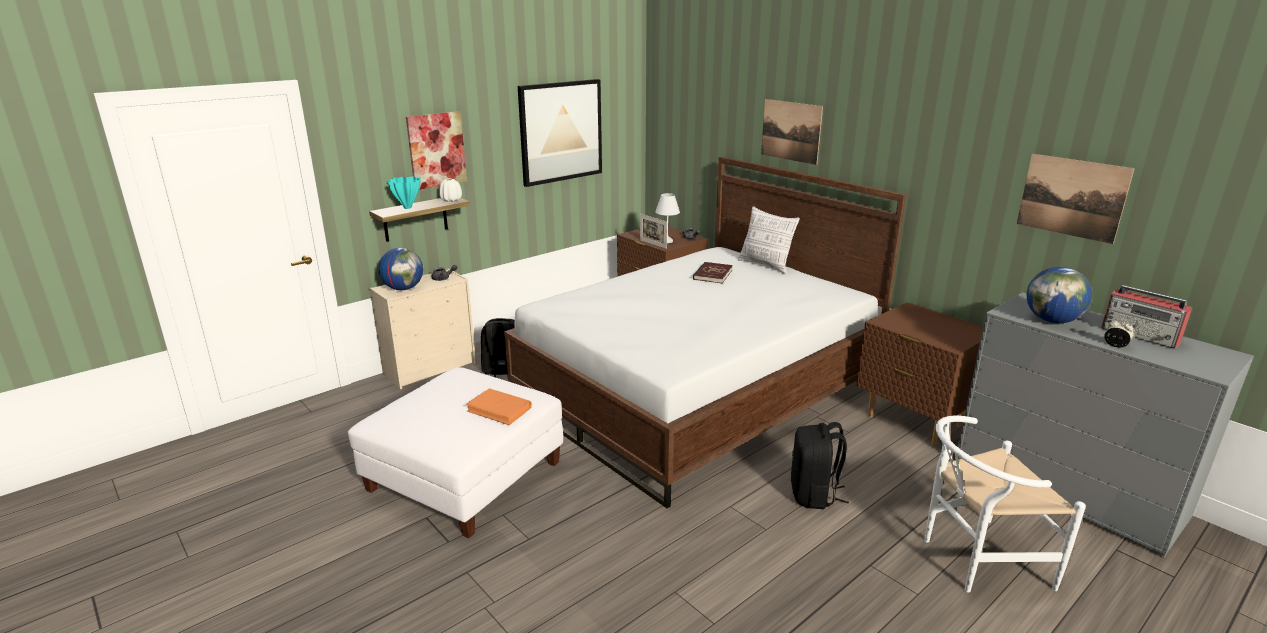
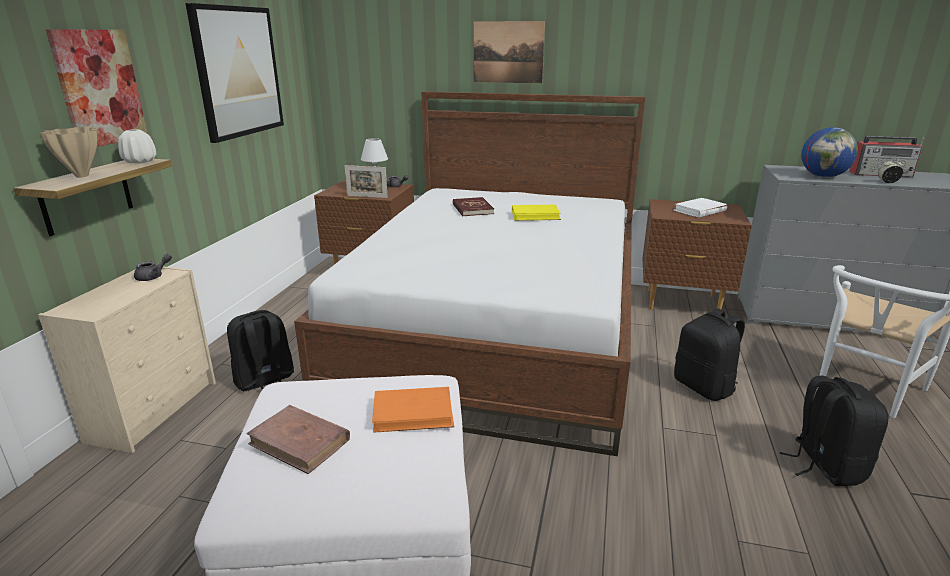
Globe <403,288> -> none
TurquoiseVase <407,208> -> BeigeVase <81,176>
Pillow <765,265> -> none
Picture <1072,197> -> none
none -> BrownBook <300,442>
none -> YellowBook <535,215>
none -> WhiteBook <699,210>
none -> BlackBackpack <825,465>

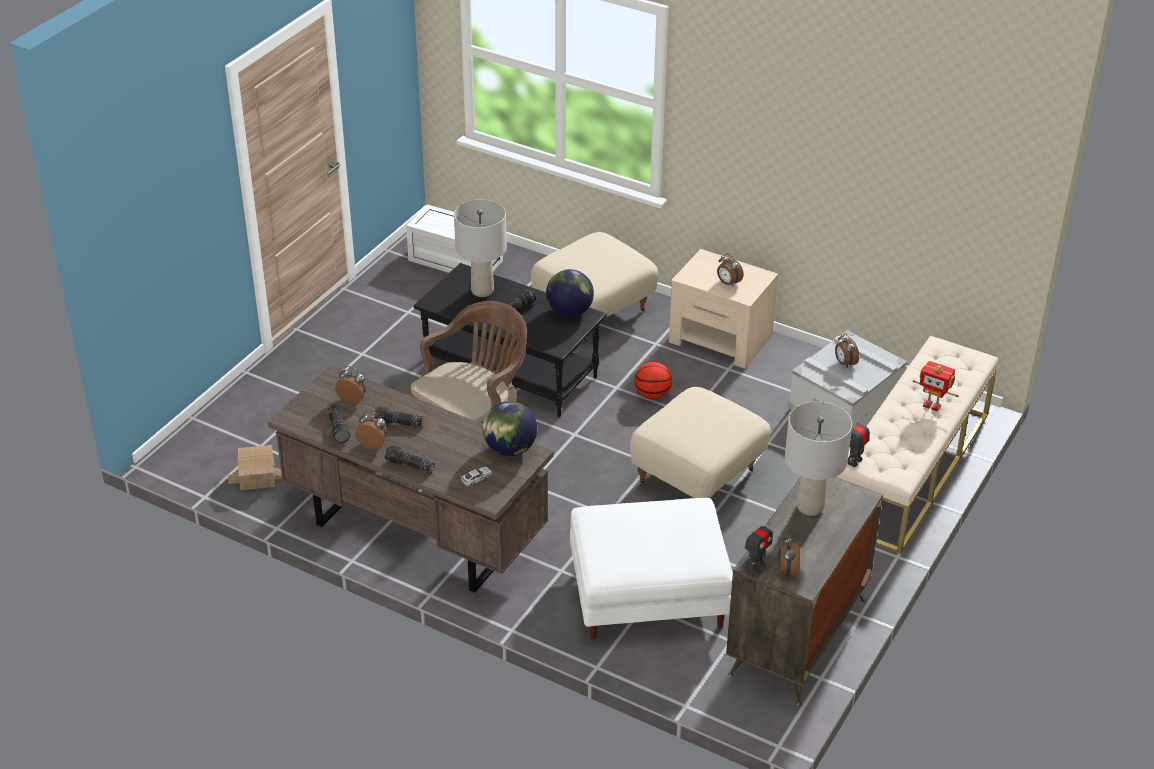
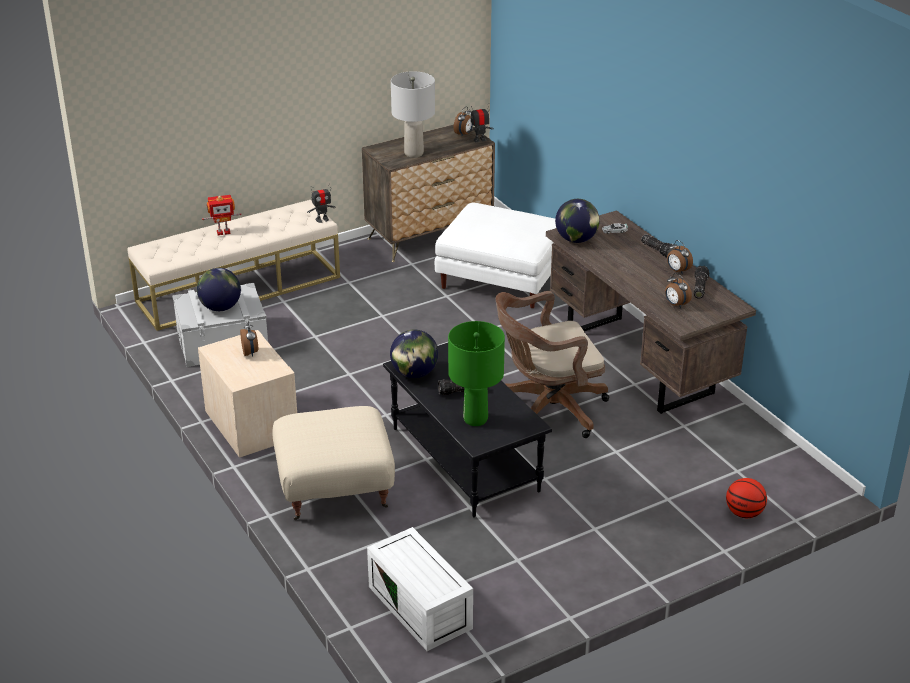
ToyHouse <257,476> -> none
Flashlight <399,424> -> none
GreyTableLamp <482,291> -> GreenTableLamp <476,419>
BeigeOttoman <696,478> -> none
Basketball <652,395> -> Basketball <744,513>, shifted
AlarmClock <844,363> -> Globe <220,307>
ToyRobot <932,405> -> ToyRobot <223,232>, 105 degrees clockwise

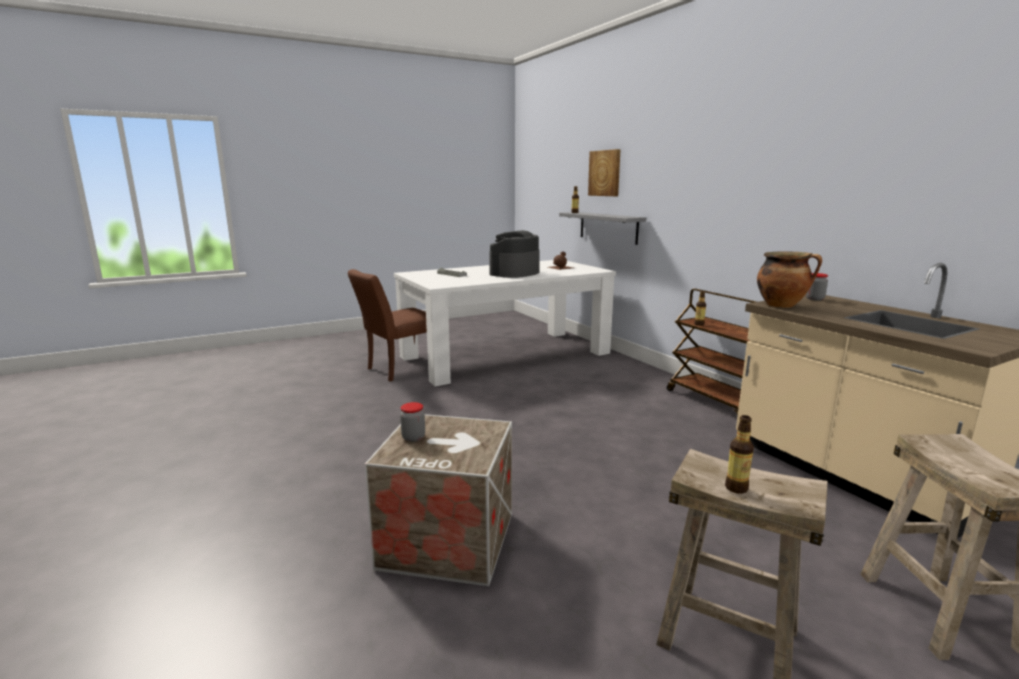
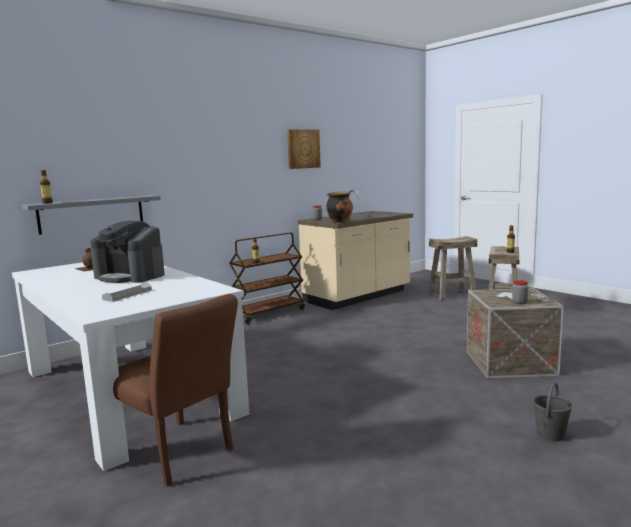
Picture <605,173> -> Picture <303,149>, shifted
none -> GreyBucket <550,435>

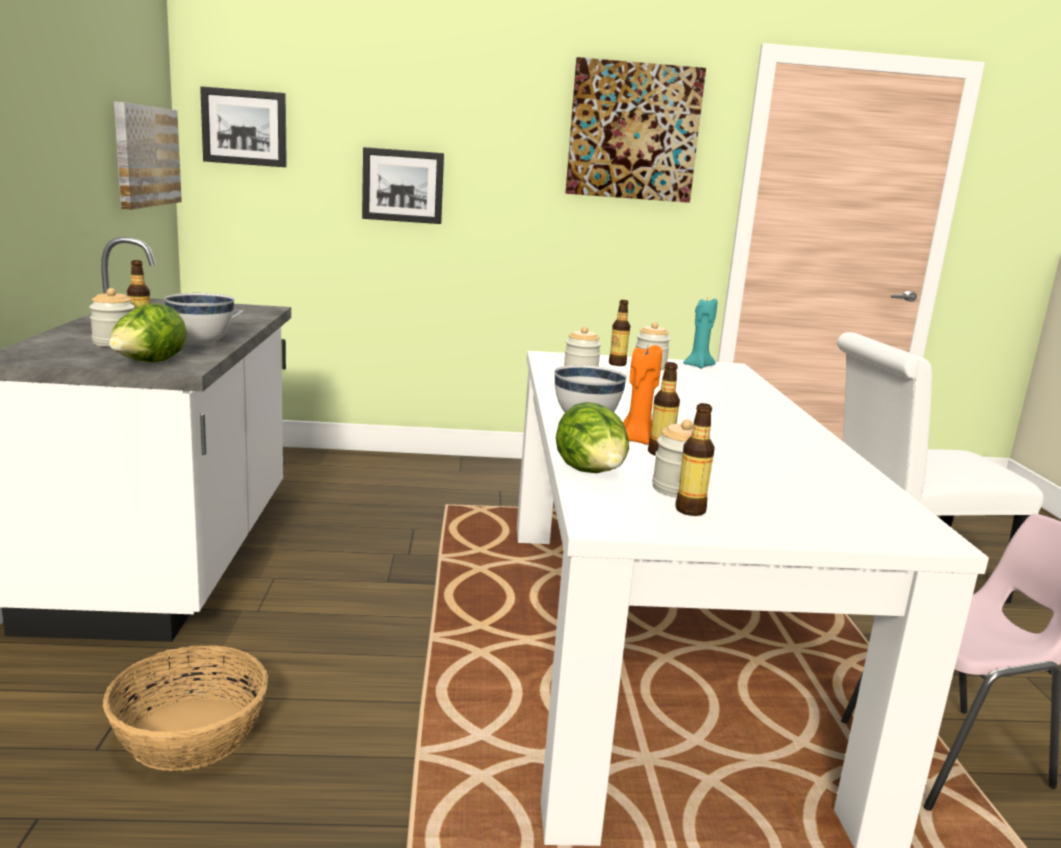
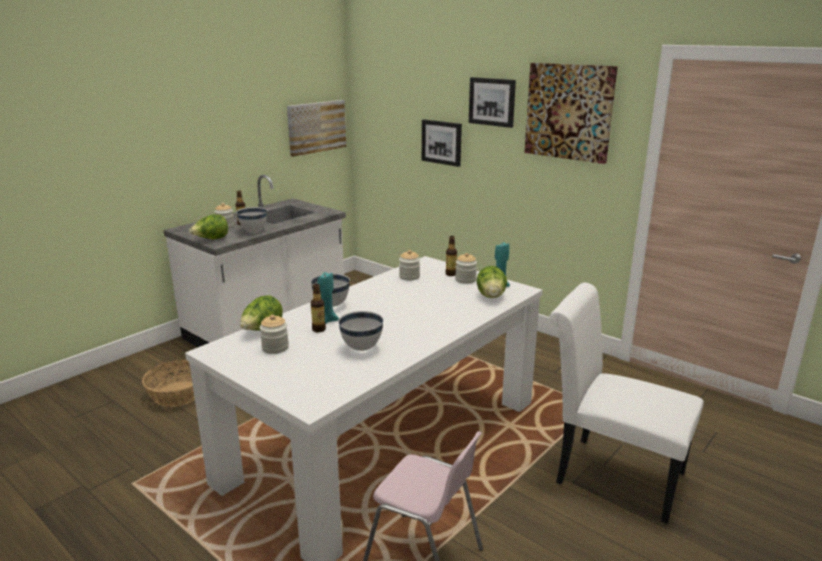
Picture <245,127> -> Picture <492,102>, shifted
OrangeCandle <636,440> -> TurquoiseCandle <327,320>
Bottle <690,510> -> none
none -> WhiteBowl <361,348>
none -> Lettuce <491,296>

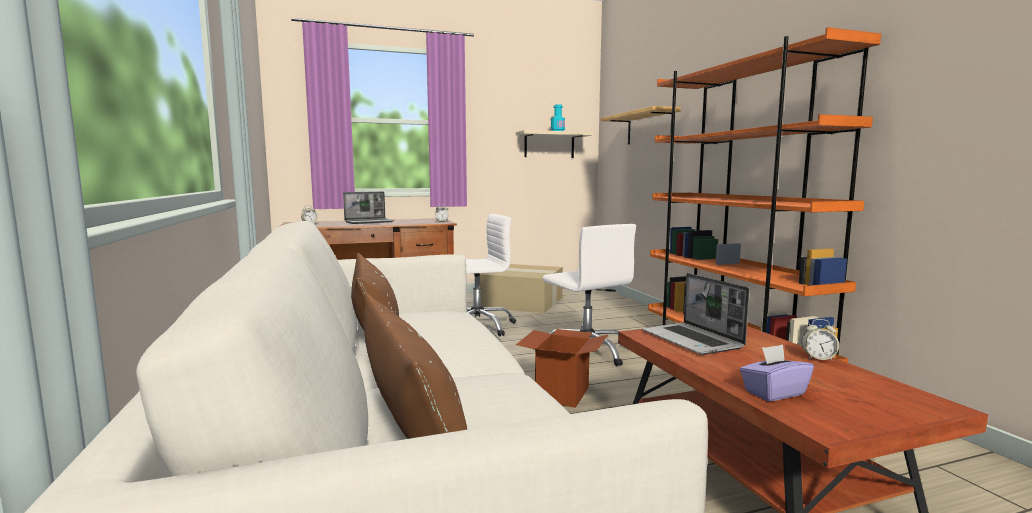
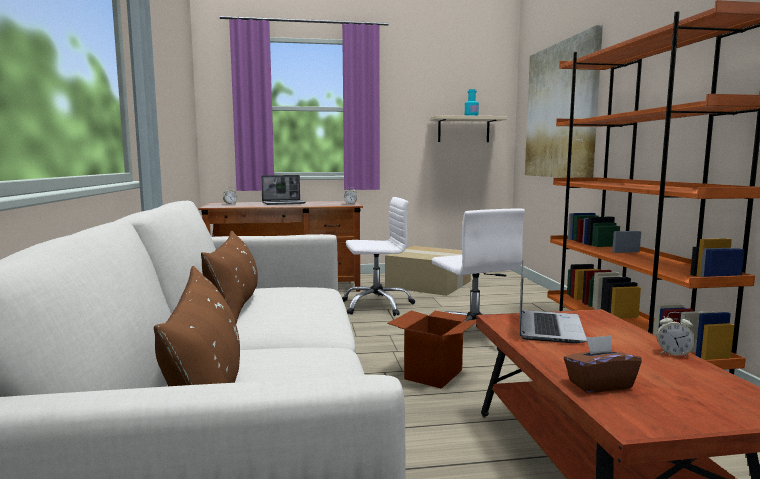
Shelf <649,127> -> Picture <561,111>
Laptop <693,340> -> Laptop <548,328>, 150 degrees counterclockwise
PurpleTissueBox <773,393> -> BrownTissueBox <599,384>

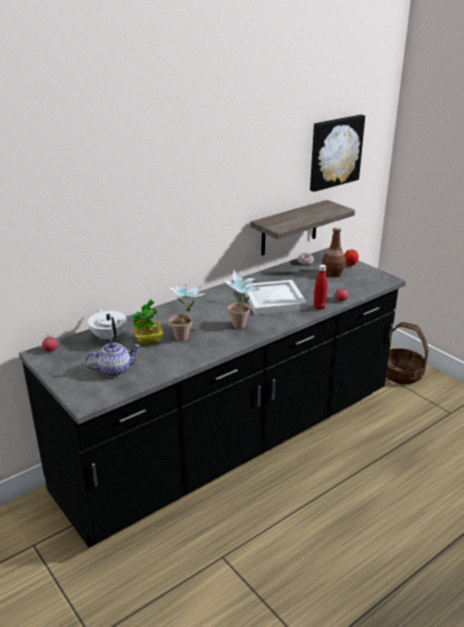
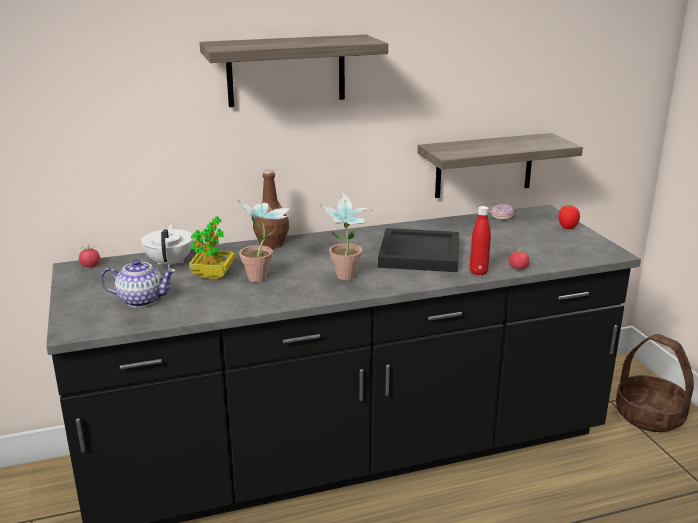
WhiteTray <275,300> -> BlackTray <420,254>
Picture <334,152> -> none
BrownBottle <333,274> -> BrownBottle <271,243>, shifted
none -> Shelf <286,70>

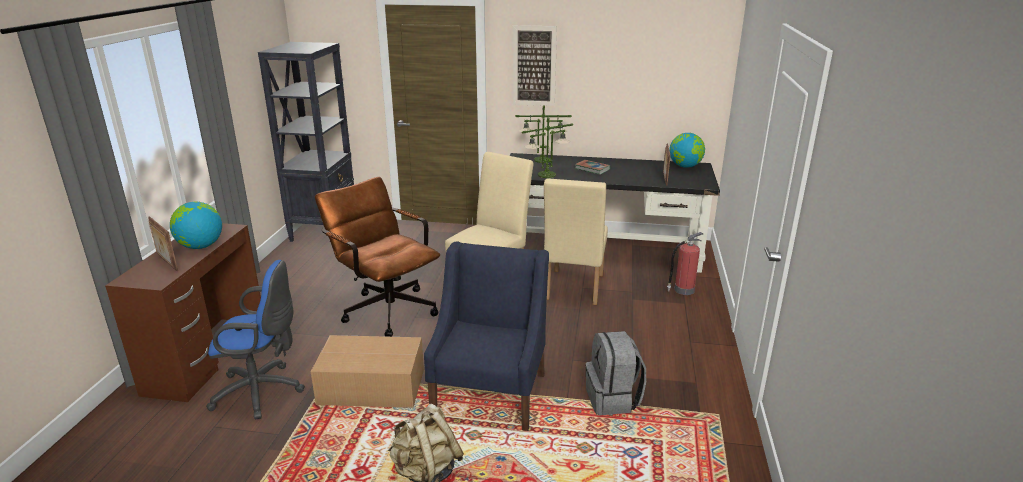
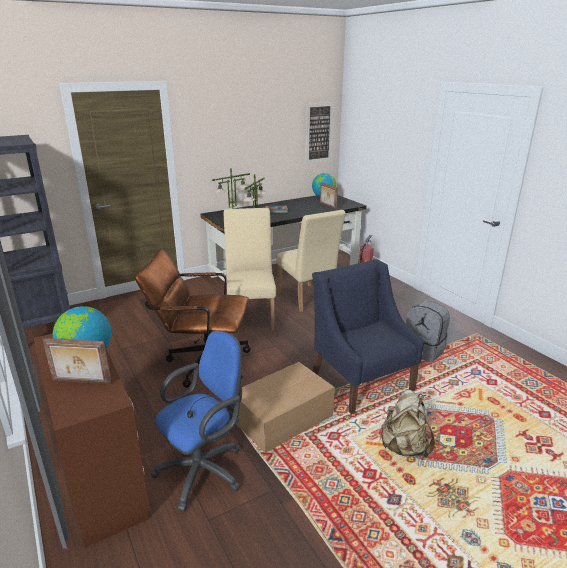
Picture <534,66> -> Picture <319,133>, shifted

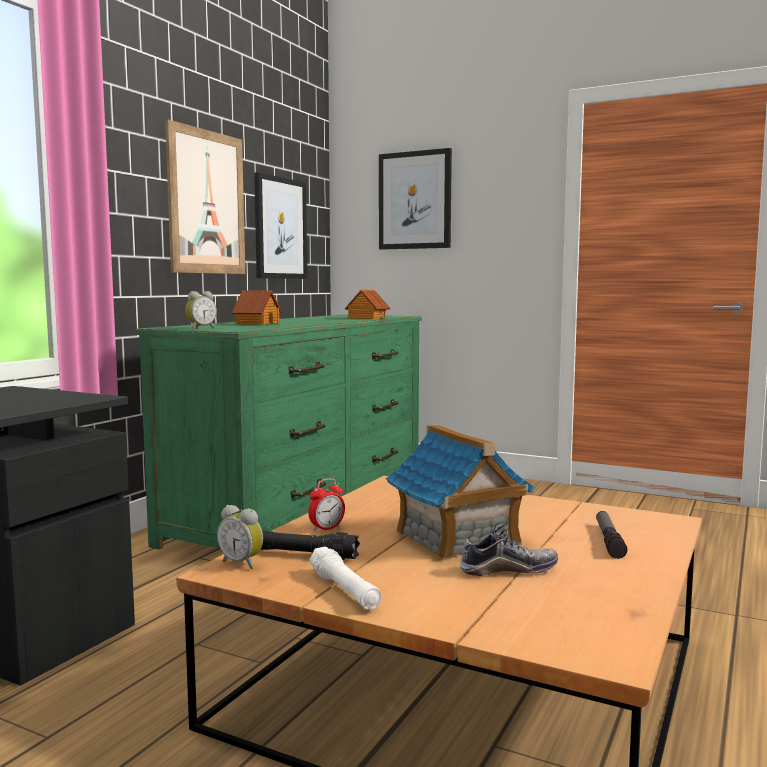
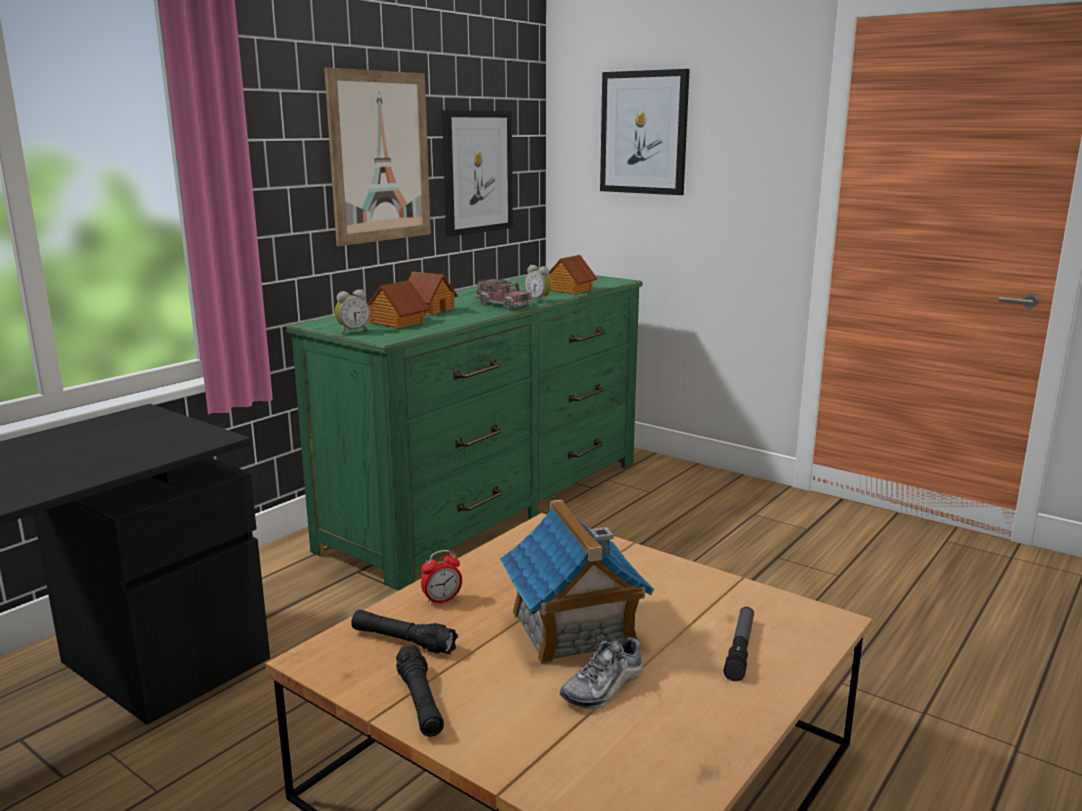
AlarmClock <242,563> -> AlarmClock <539,301>, shifted
WhiteFlashlight <344,590> -> BlackFlashlight <420,701>
Shoe <508,570> -> Shoe <603,687>, 135 degrees clockwise
none -> ToyHouse <396,322>
none -> ToyTruck <503,305>

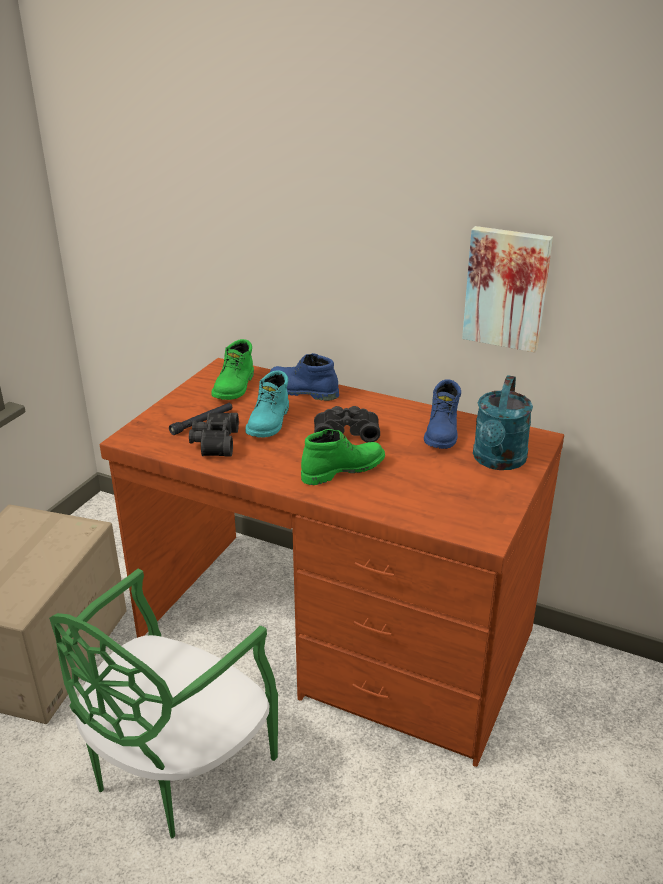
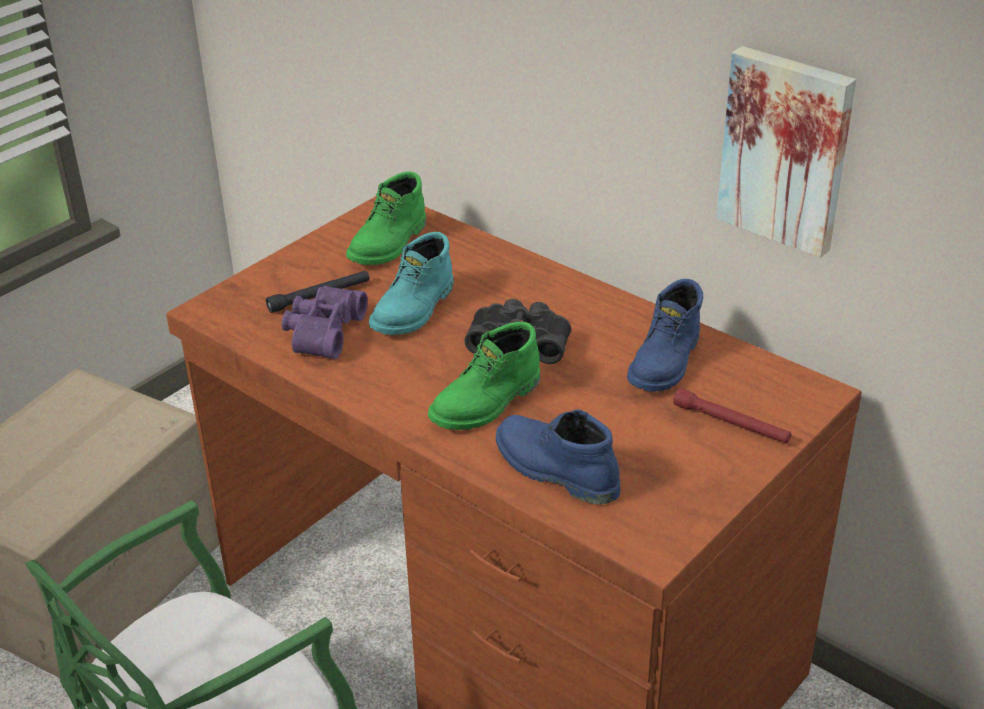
BlackBinoculars <213,442> -> PurpleBinoculars <322,332>
BlueBoot <301,391> -> BlueBoot <554,470>, shifted
GreenBoot <342,469> -> GreenBoot <487,403>, 150 degrees clockwise
TurquoiseWateringCan <498,461> -> RedFlashlight <731,424>

